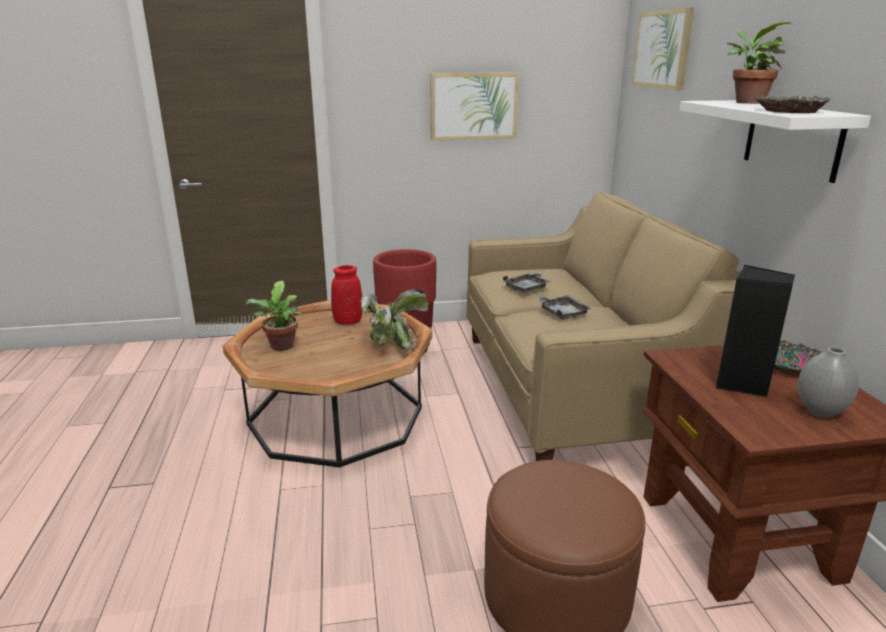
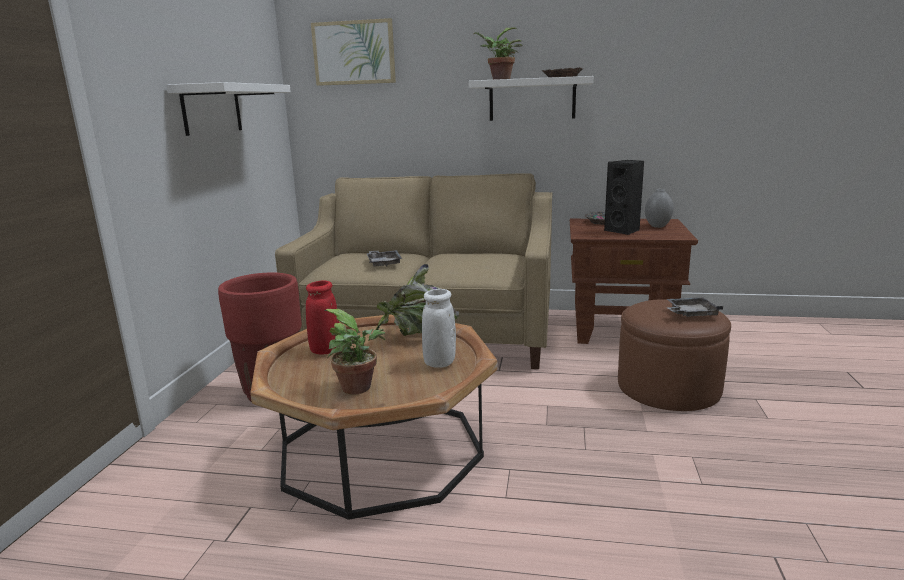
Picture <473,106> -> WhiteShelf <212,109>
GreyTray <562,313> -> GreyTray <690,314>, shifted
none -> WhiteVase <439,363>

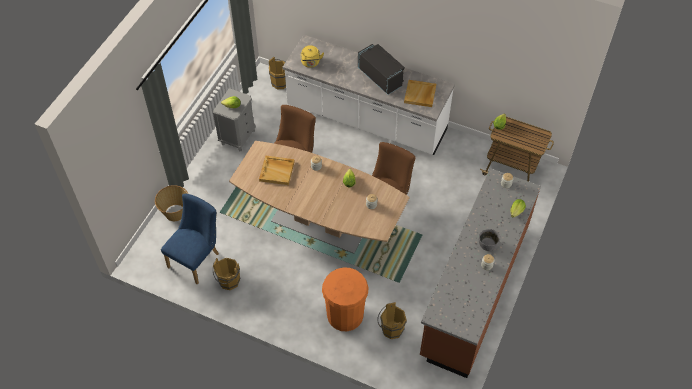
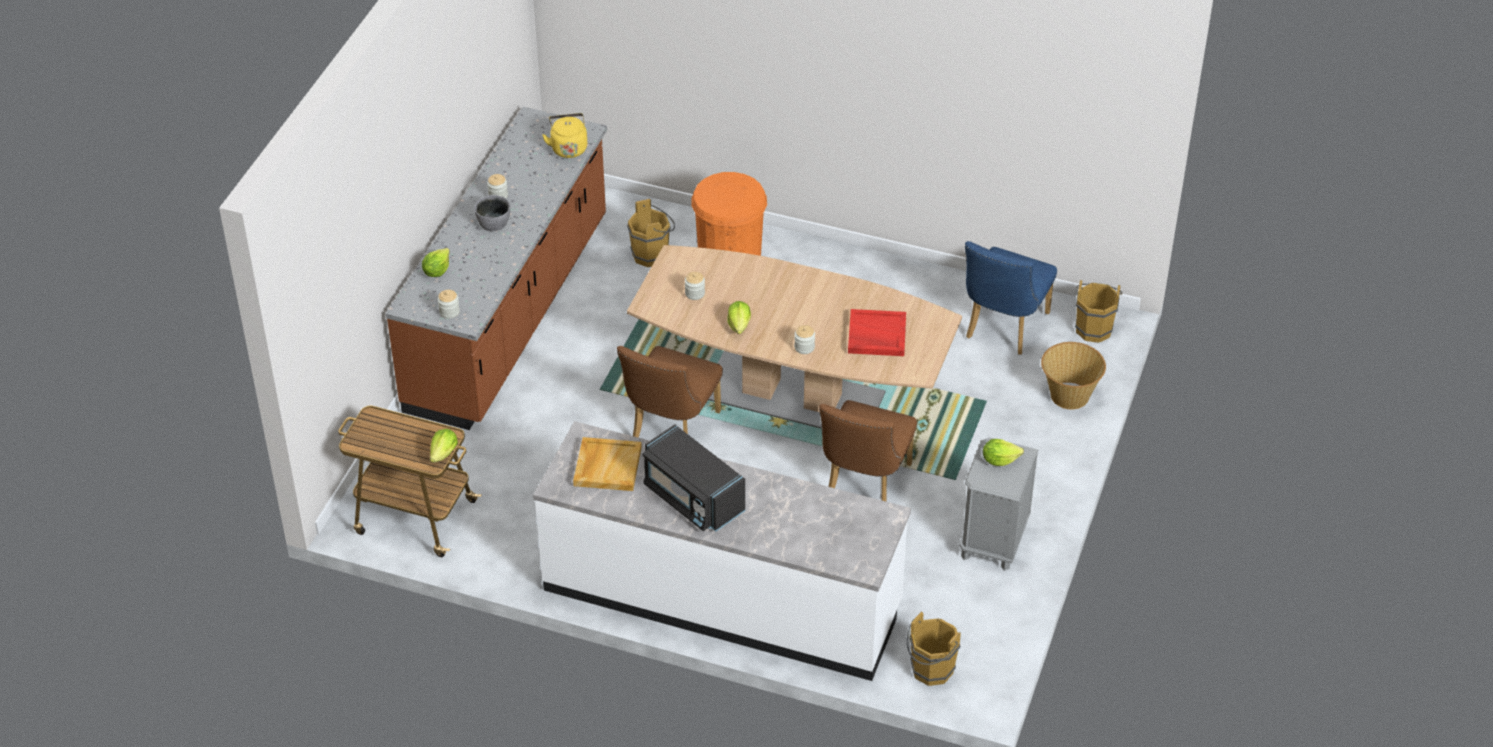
BrownBucket <228,282> -> BrownBucket <1094,328>, shifted
BeigeTray <277,171> -> RedTray <876,335>
YellowKettle <311,63> -> YellowKettle <568,147>, shifted

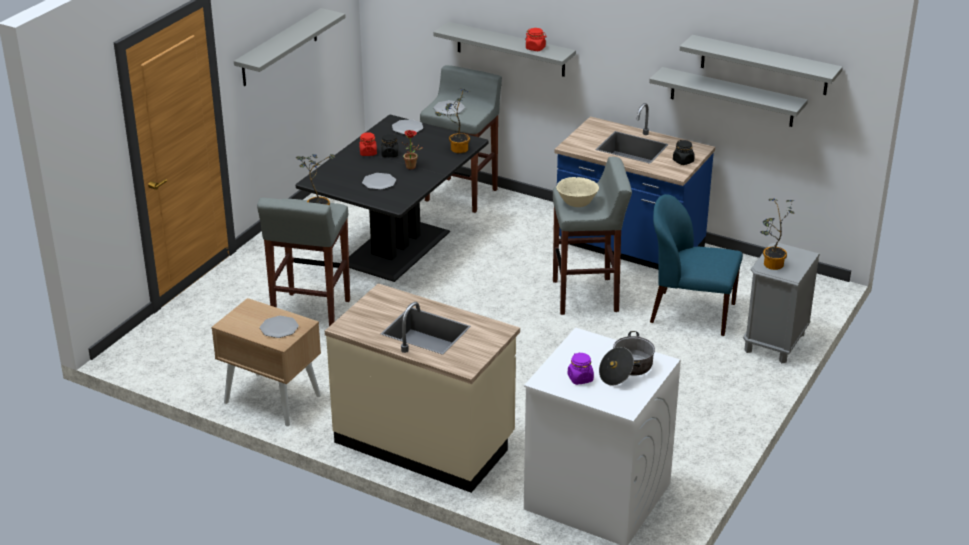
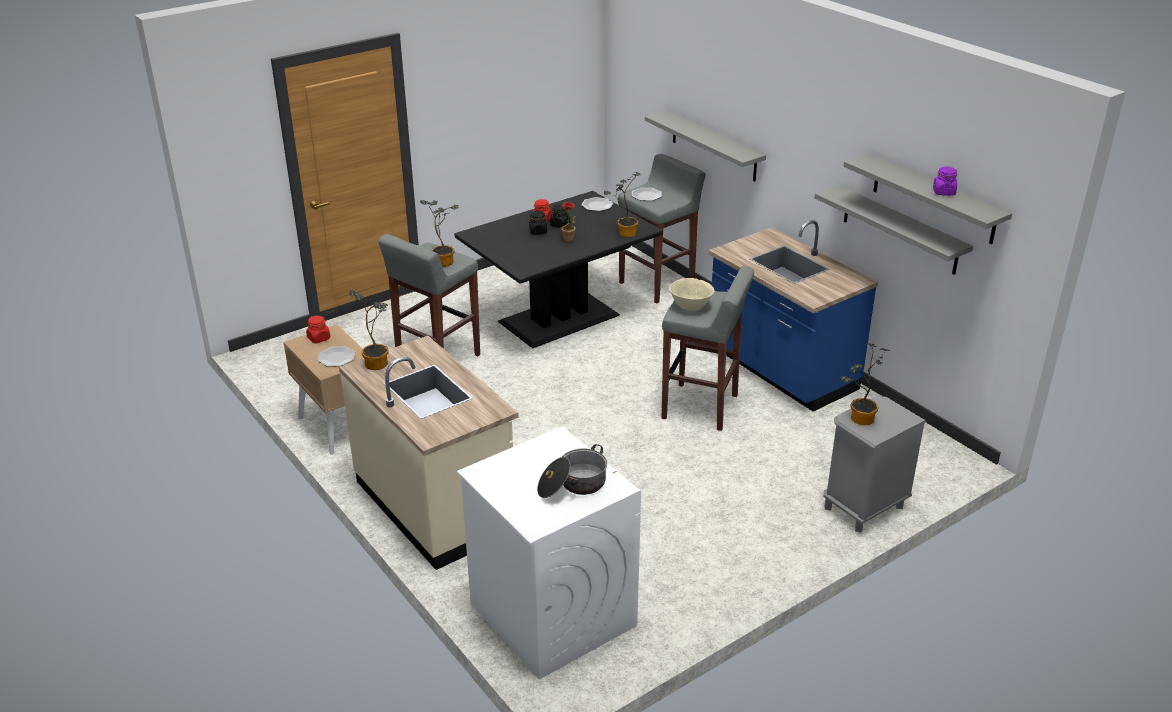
GreyShelf <279,48> -> none
Plate <379,182> -> none
RedJar <535,48> -> RedJar <319,338>, shifted
PurpleJar <580,378> -> PurpleJar <943,192>, shifted
BlueChair <690,313> -> none
BlackJar <683,161> -> BlackJar <538,231>, shifted
none -> PottedPlant <378,362>

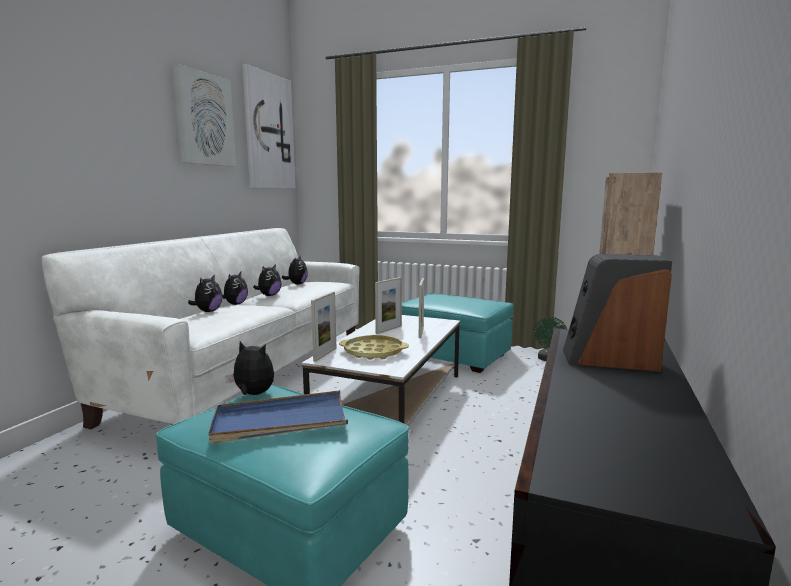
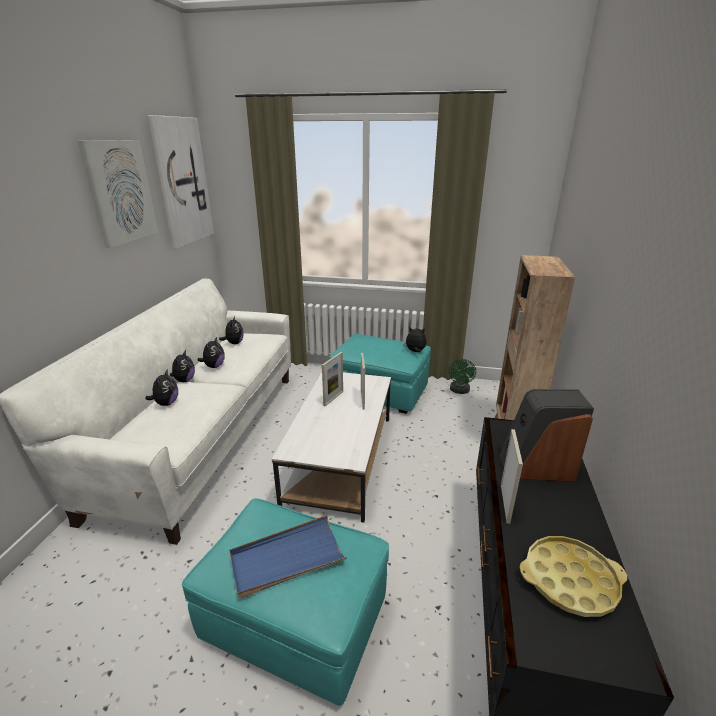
PlushToy <253,394> -> PlushToy <415,351>, shifted
PictureFrame <325,354> -> PictureFrame <505,503>, shifted
YellowTray <373,352> -> YellowTray <569,580>, shifted

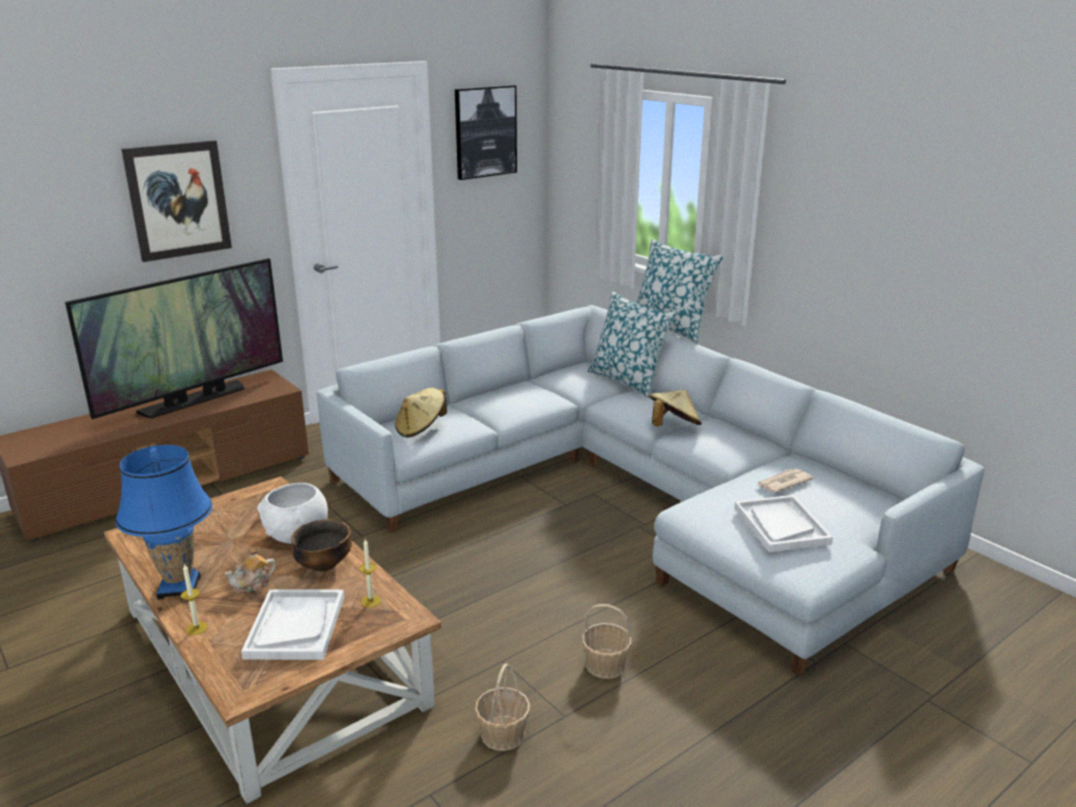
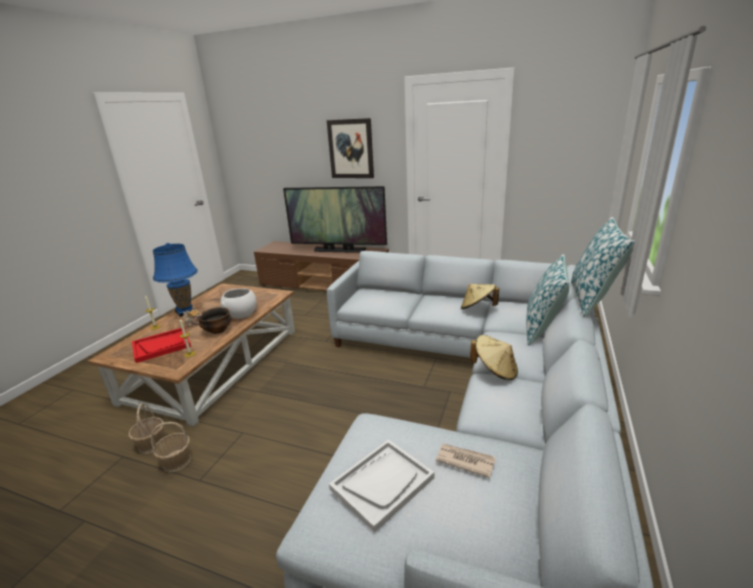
WhiteTray <295,626> -> RedTray <162,346>
BeigeHat <421,429> -> BeigeHat <478,308>, shifted
Picture <485,132> -> none
Basket <606,665> -> Basket <151,444>, shifted

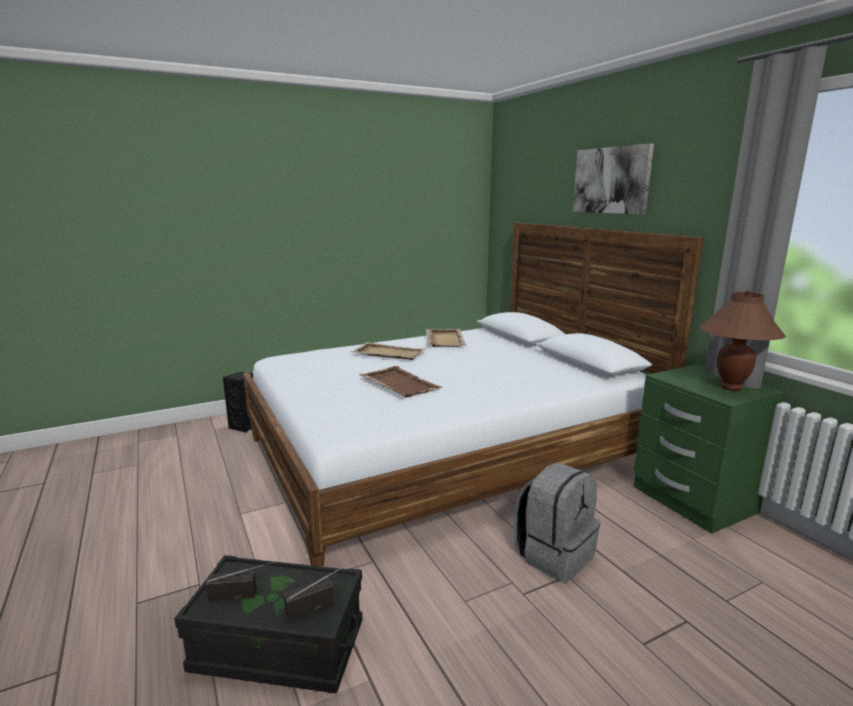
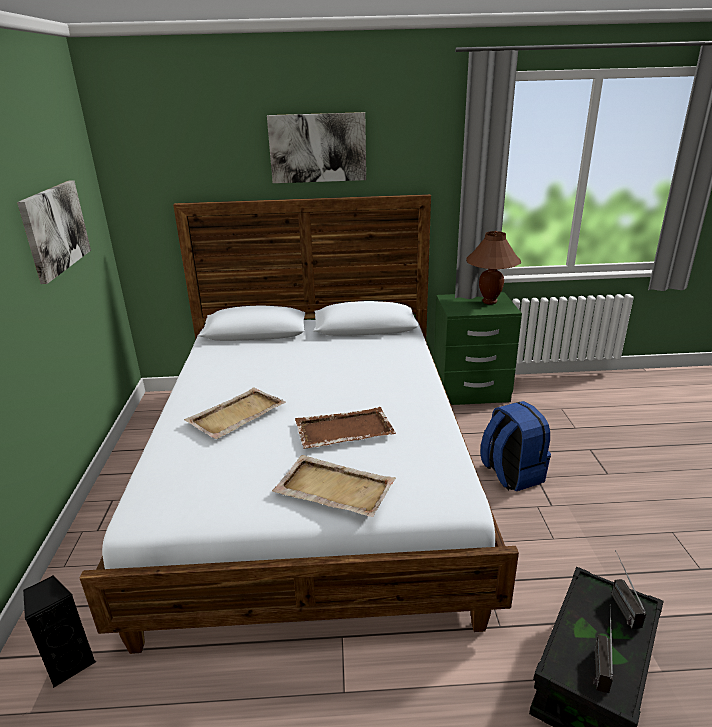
BeigeTray <445,339> -> BeigeTray <333,488>, shifted
GreyBackpack <554,554> -> BlueBackpack <511,474>
none -> Picture <55,229>

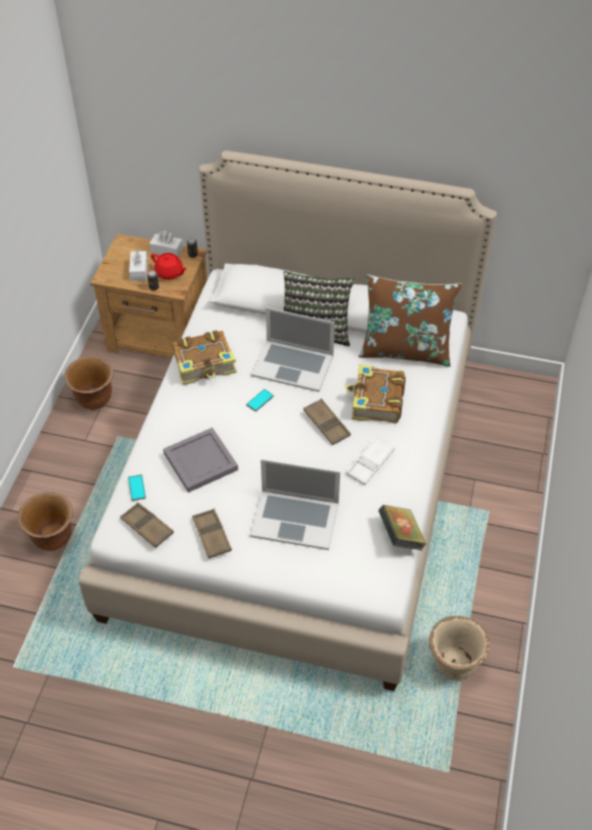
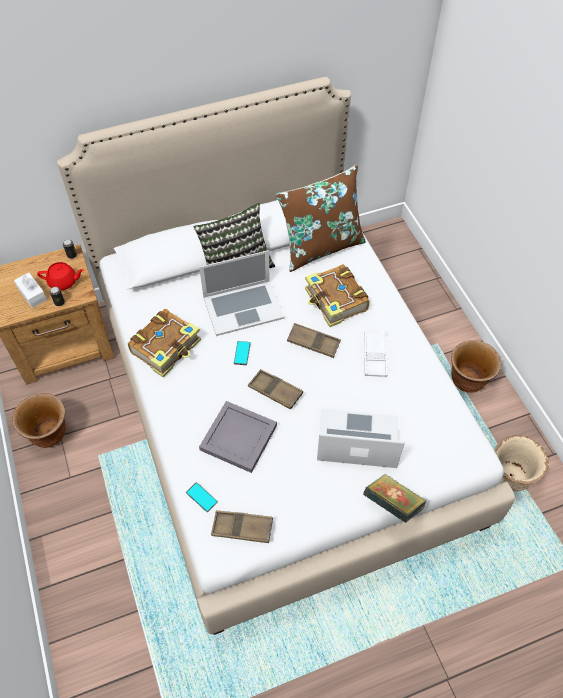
BrownPlanter <53,538> -> BrownPlanter <467,381>, shifted
WhiteTissueBox <167,250> -> none
BrownTray <211,535> -> BrownTray <275,391>, shifted
Laptop <295,519> -> Laptop <358,439>, 150 degrees counterclockwise
Book <400,536> -> Book <392,504>, shifted

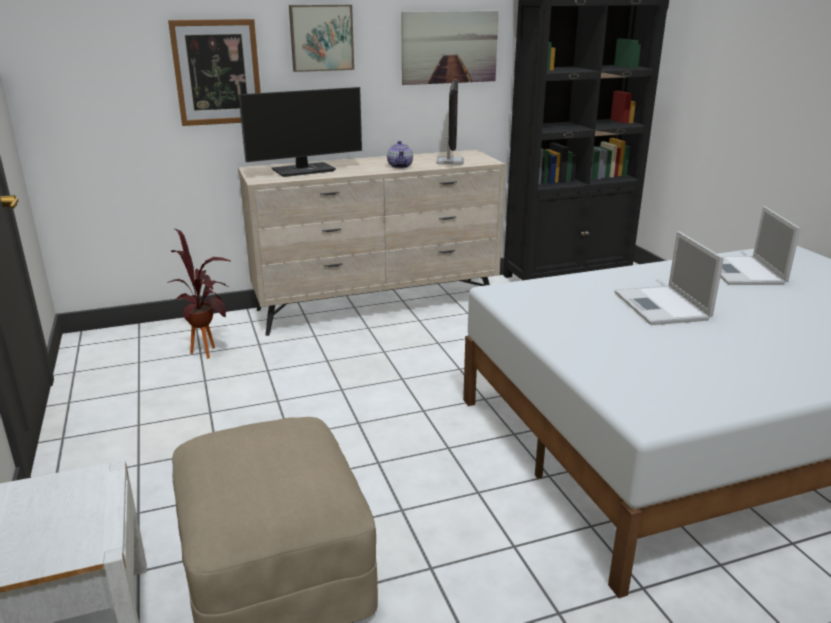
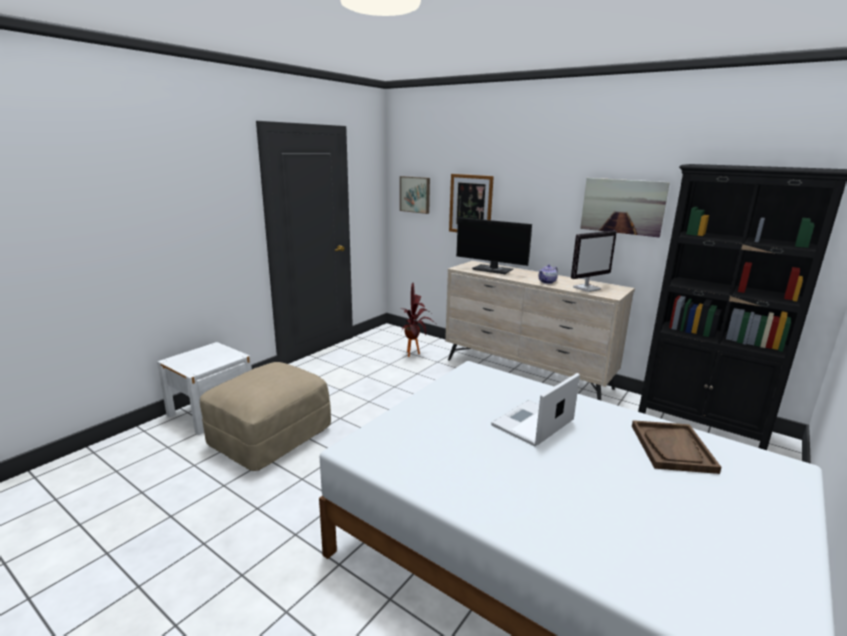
Picture <321,38> -> Picture <415,194>, shifted
Laptop <743,272> -> BrownTray <672,448>

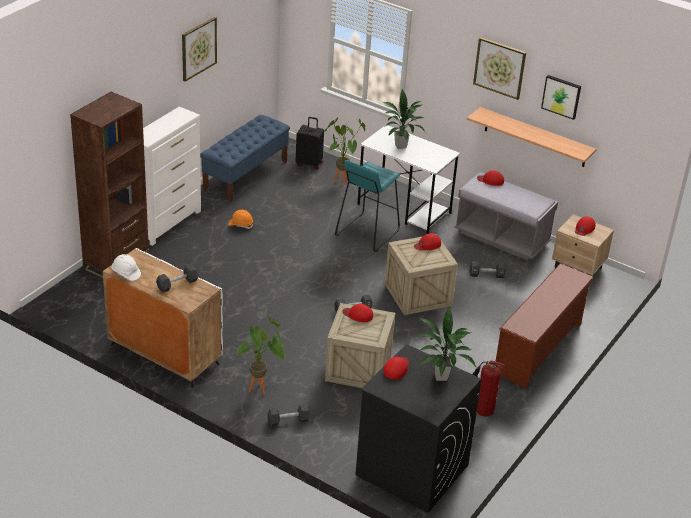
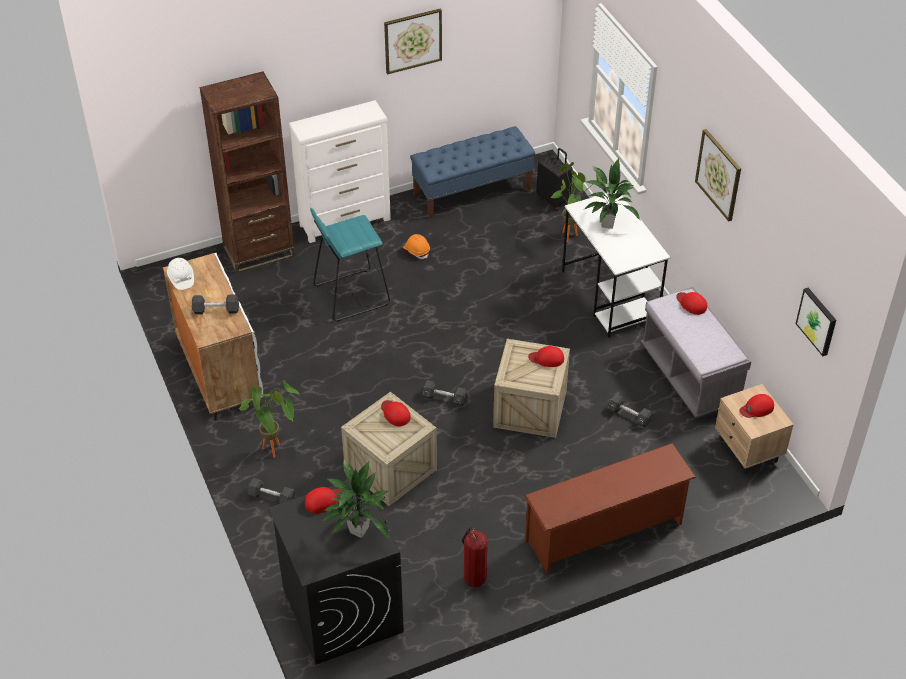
TurquoiseStool <366,233> -> TurquoiseStool <350,295>, shifted
Shelf <535,137> -> none
Picture <561,96> -> Picture <817,321>, shifted

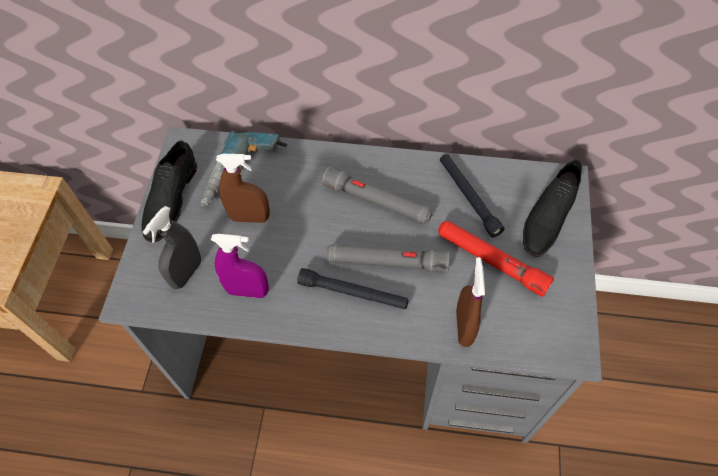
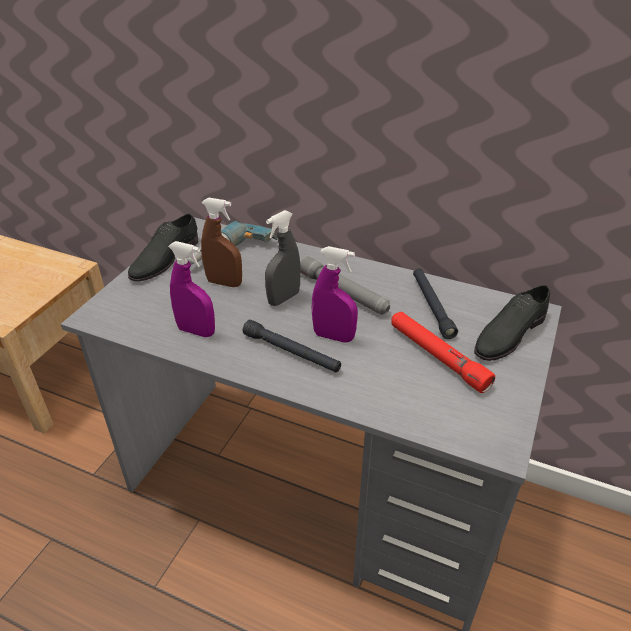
GreySprayBottle <187,273> -> GreySprayBottle <283,298>, shifted
GreyFlashlight <386,262> -> PurpleSprayBottle <333,336>
BrownSprayBottle <463,327> -> none

